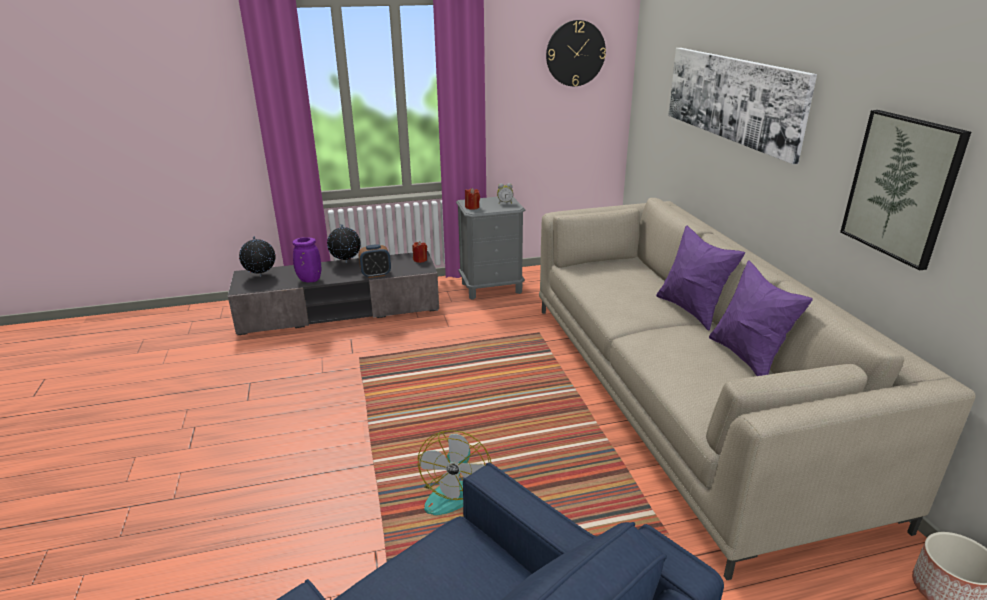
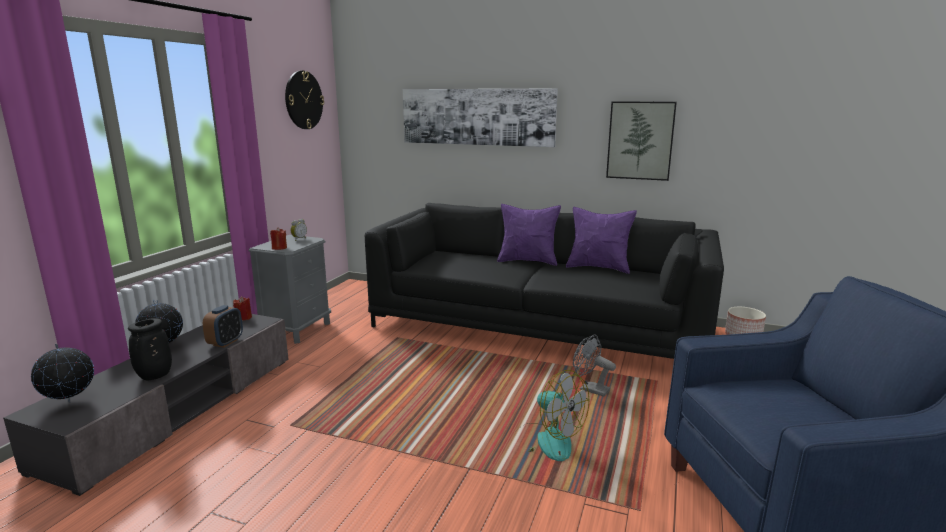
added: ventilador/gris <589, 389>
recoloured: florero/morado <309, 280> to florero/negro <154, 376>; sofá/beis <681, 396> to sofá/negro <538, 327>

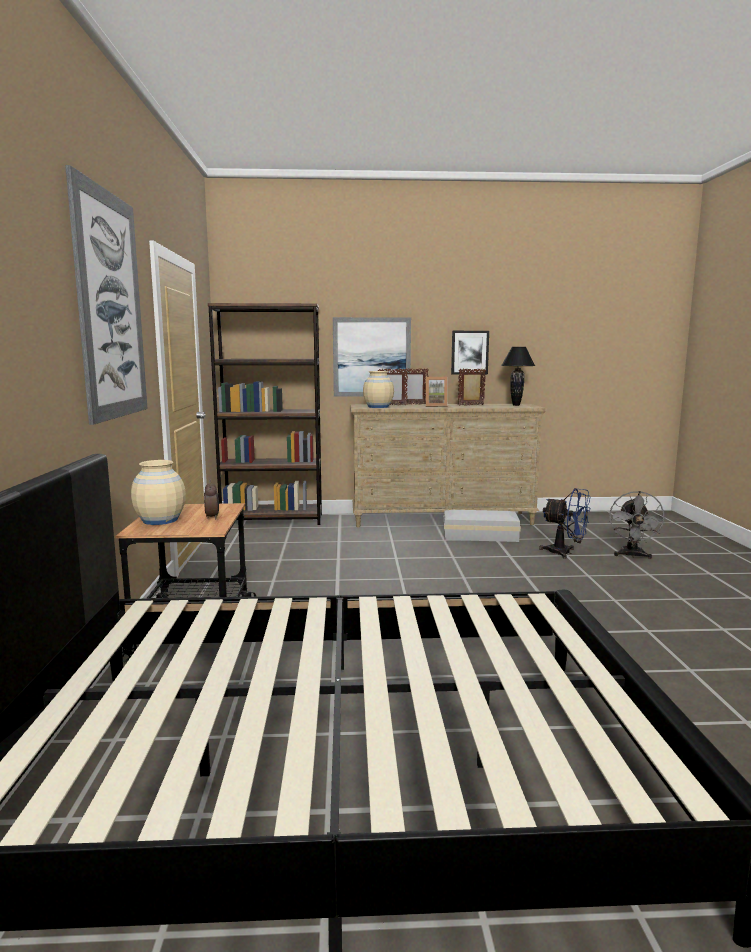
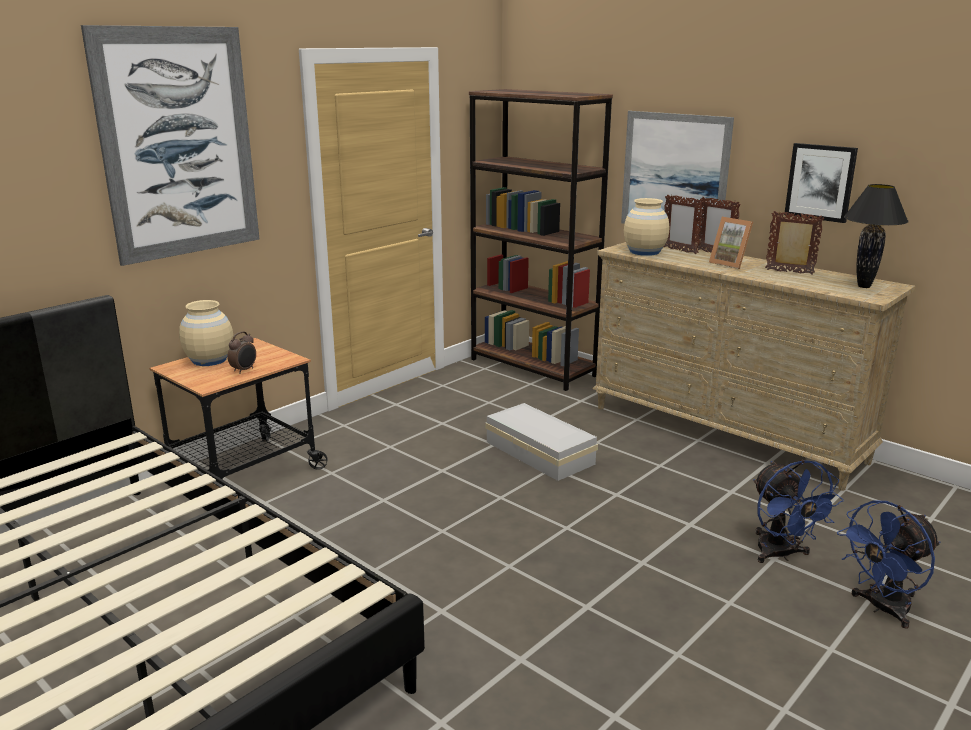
moved: caja de almacenaje/blanco <479, 535> to <539, 452>
recoloured: ventilador/gris <632, 556> to ventilador/azul <881, 608>

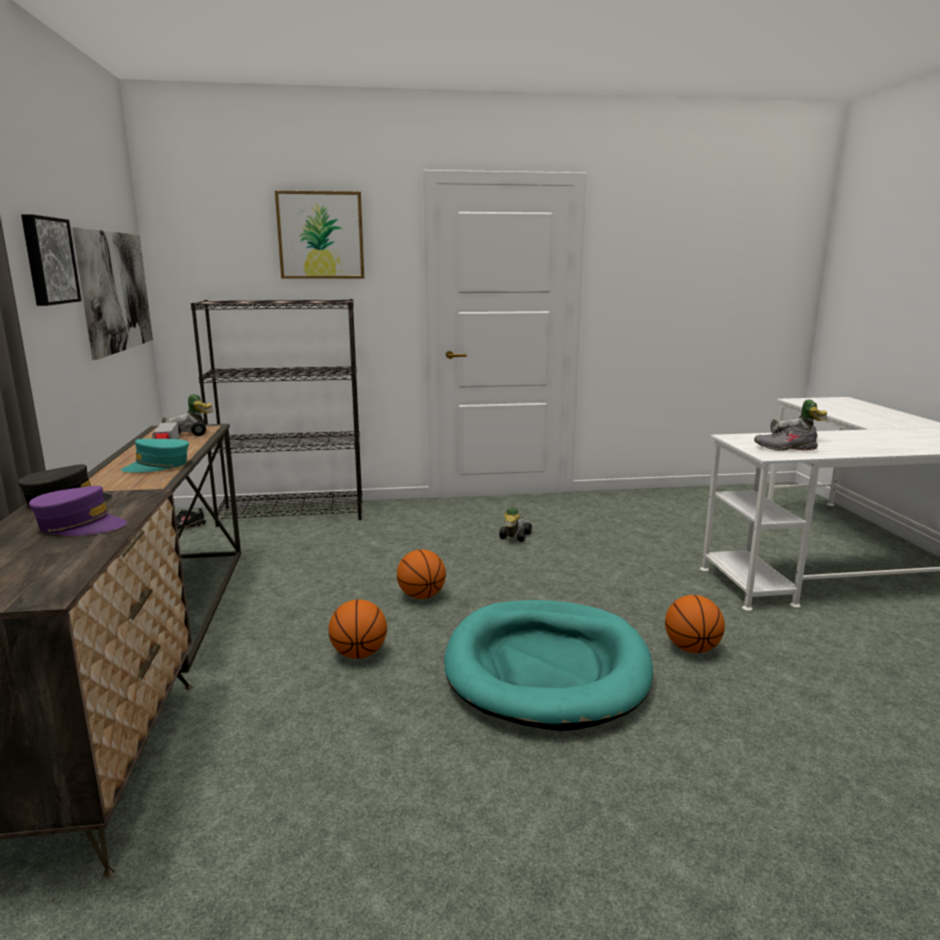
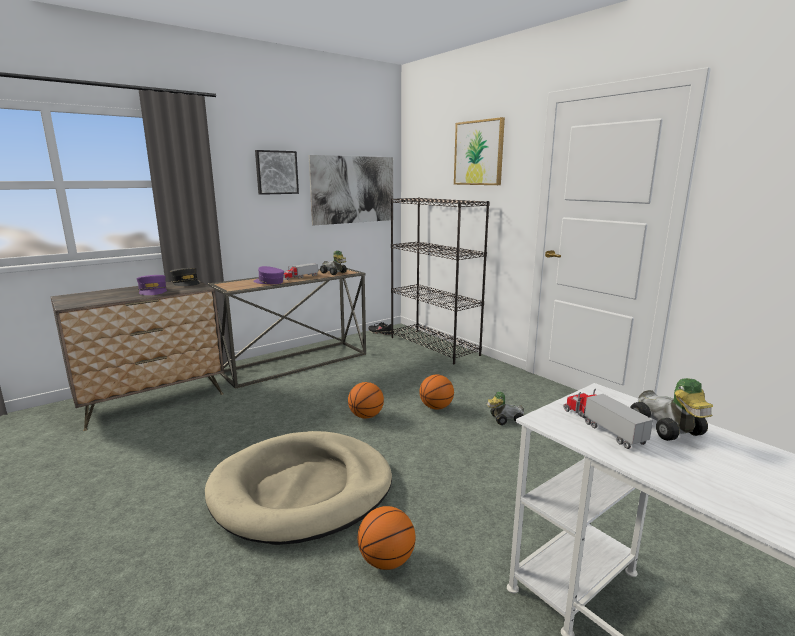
moved: balón de baloncesto <359, 654> to <436, 407>
replaced: zapato/gris <785, 448> to camión de juguete <601, 426>
recoloured: gorra/turquesa <158, 466> to gorra/morado <269, 282>; cama para perro/turquesa <546, 668> to cama para perro/beis <302, 490>

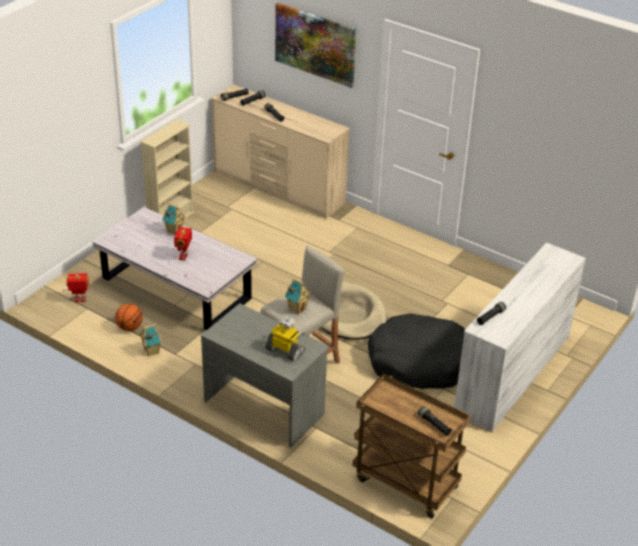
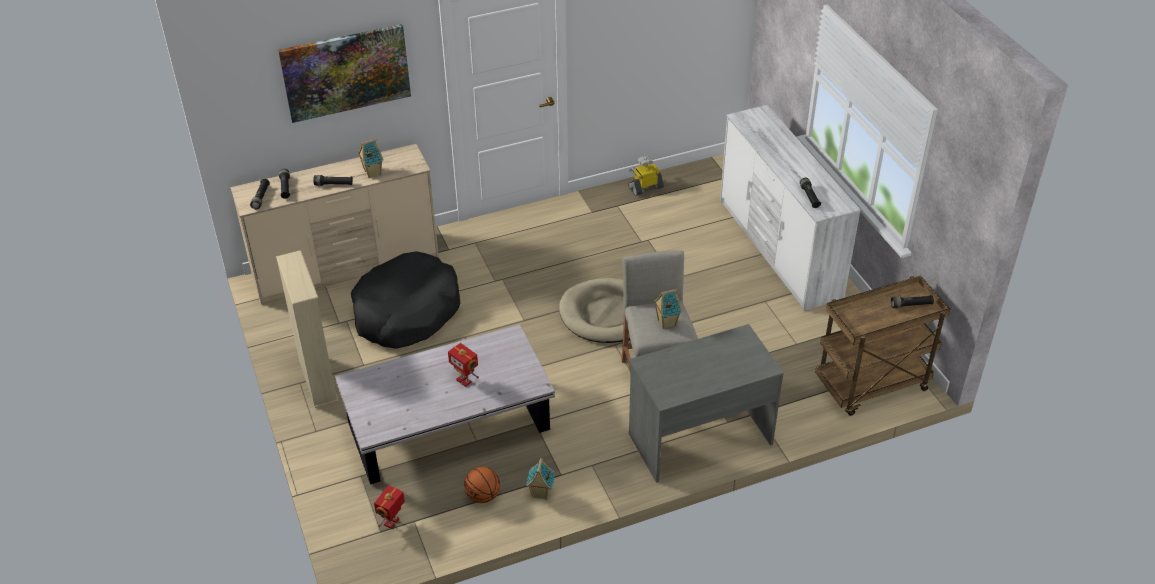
moved: casita <174, 231> to <372, 173>; robot de juguete <285, 350> to <645, 187>; cama para perro/negro <419, 362> to <406, 312>

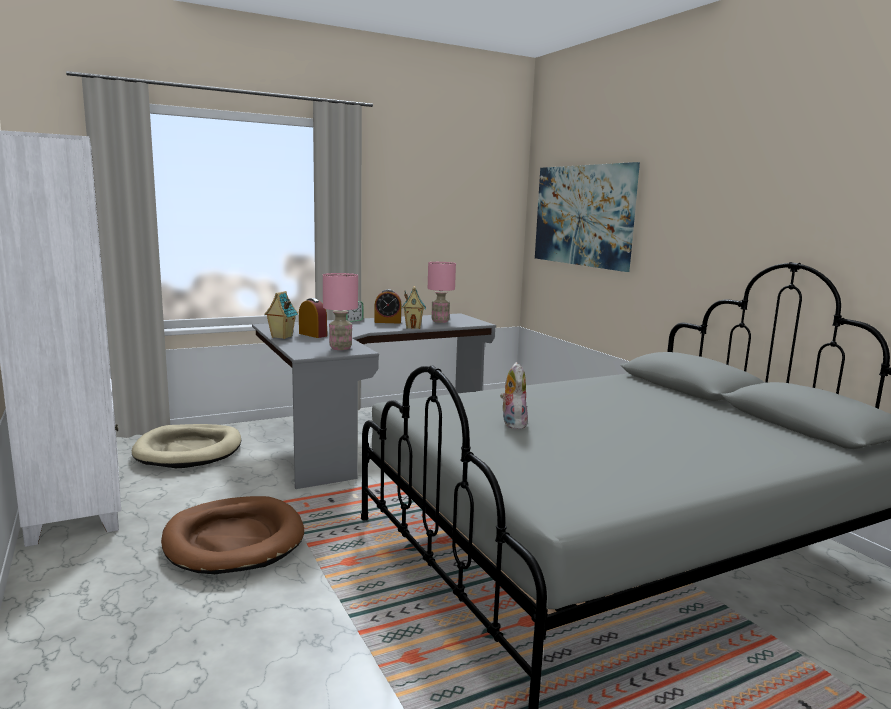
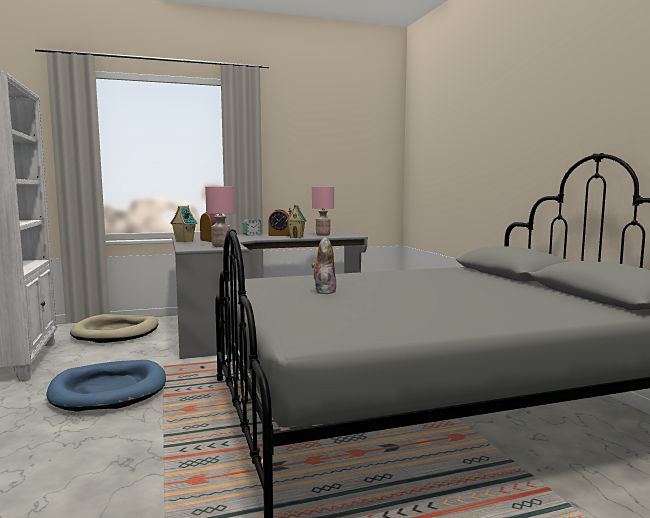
removed: cuadro <583, 215>
recoloured: cama para perro/marrón <234, 540> to cama para perro/azul <109, 390>

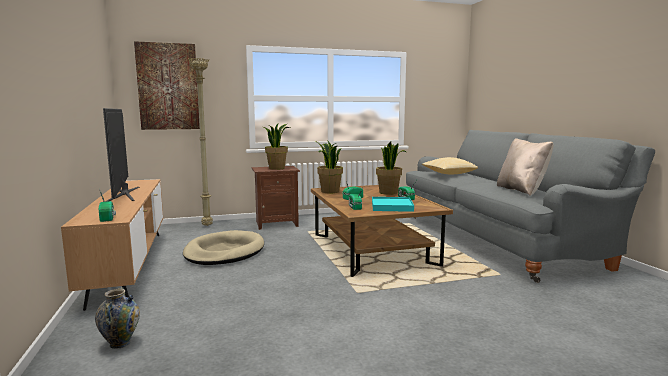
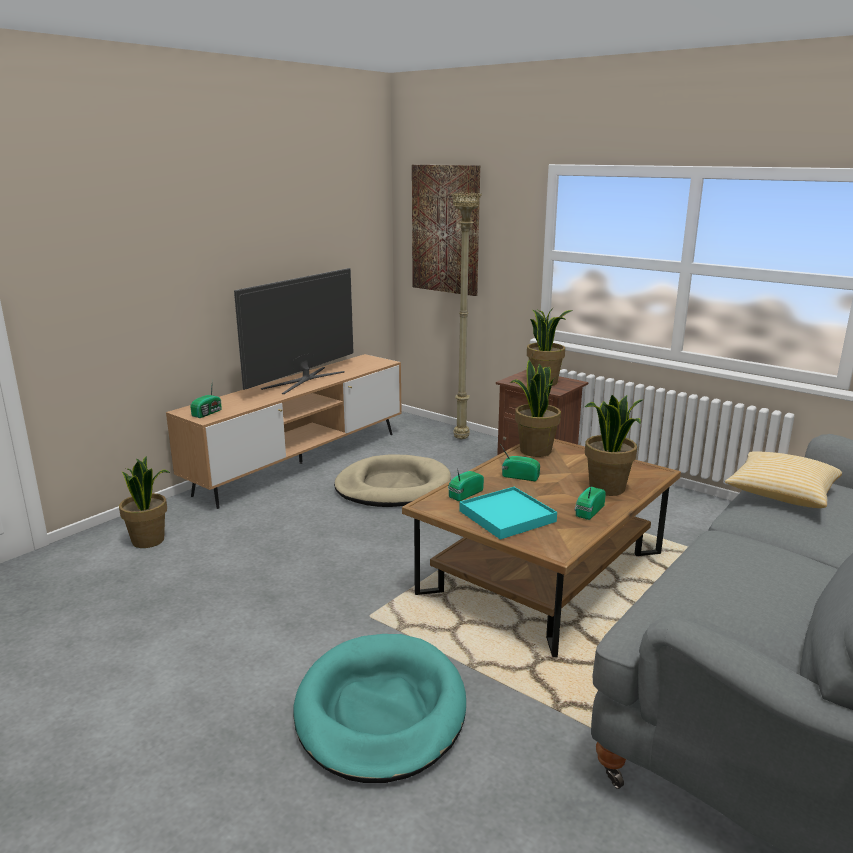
removed: cojín/beis <521, 190>
added: cama para perro/turquesa <380, 711>
replaced: florero <120, 343> to planta en maceta <149, 540>

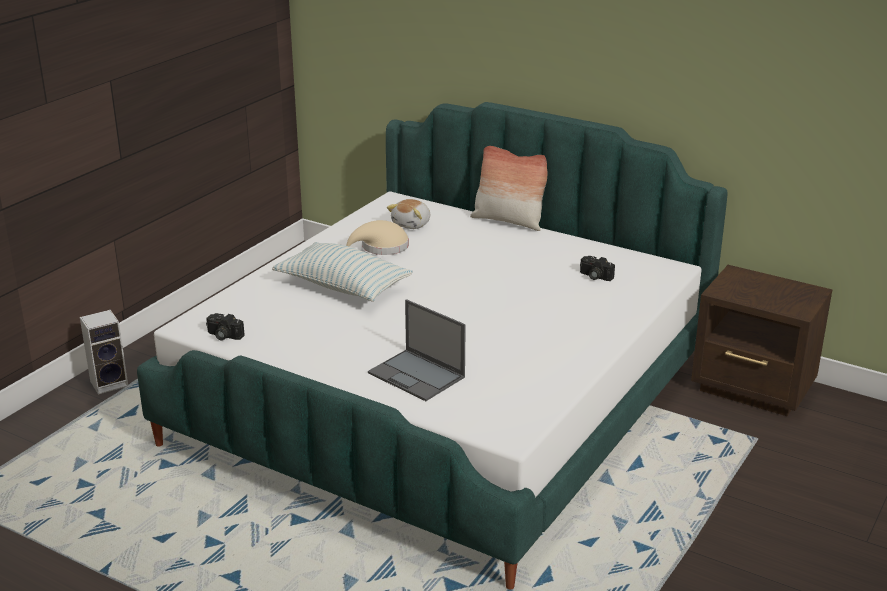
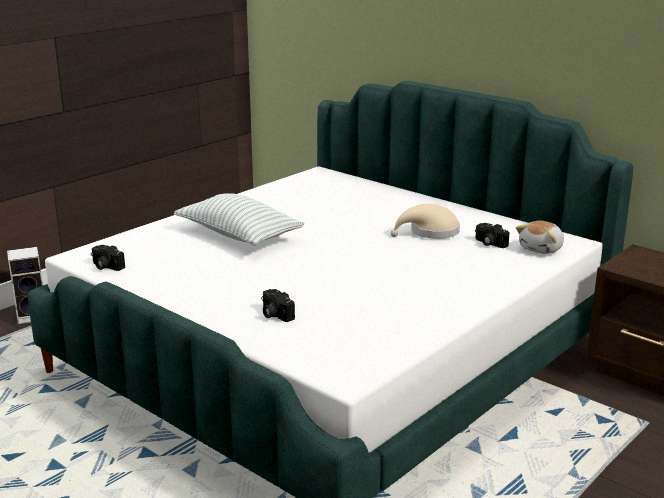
removed: cojín <508, 221>
moved: sombrero/beis <381, 247> to <430, 232>; peluche <412, 224> to <542, 249>
replaced: portátil <417, 375> to cámara <274, 314>

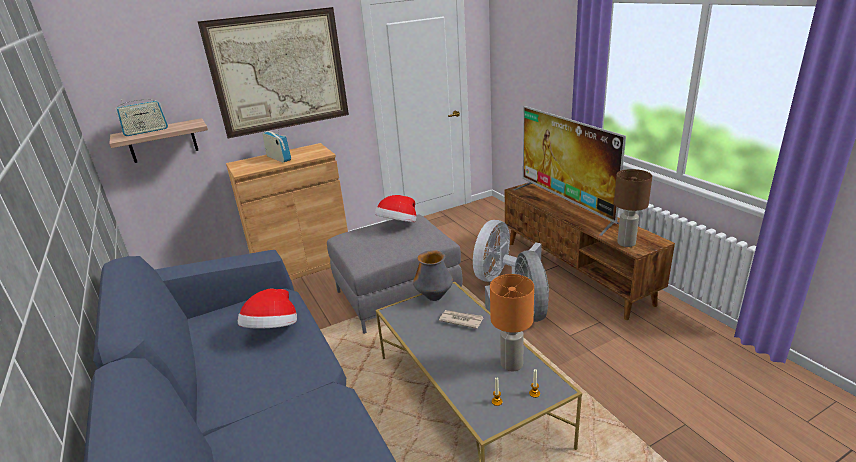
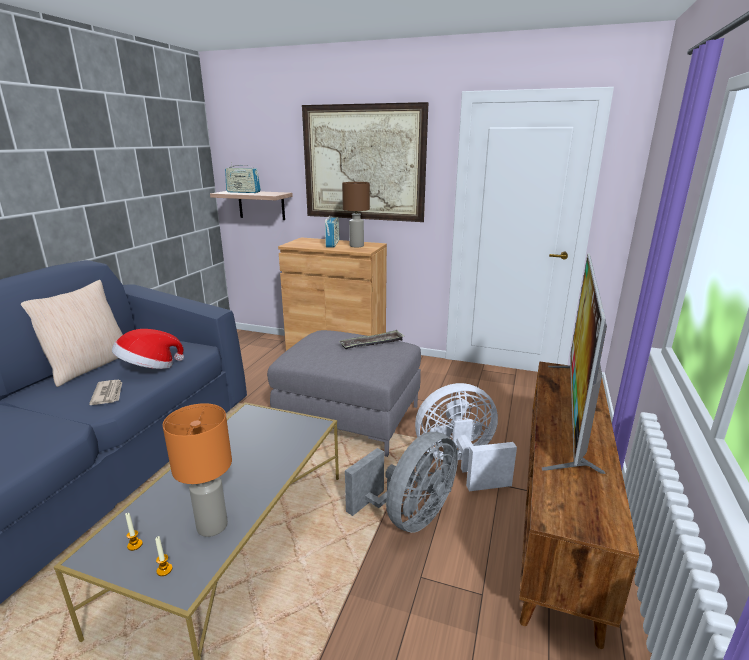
removed: florero <434, 297>
added: cojín/beis <89, 366>
moved: periódico <461, 320> to <108, 394>; lámpara de mesa/marrón <626, 243> to <356, 246>
replaced: sombrero <398, 225> to bandeja <372, 343>

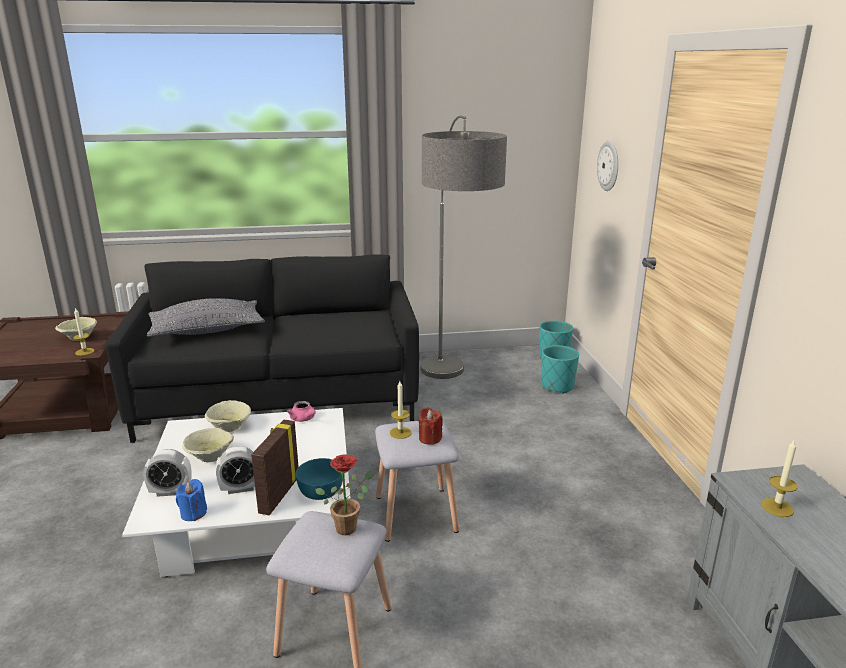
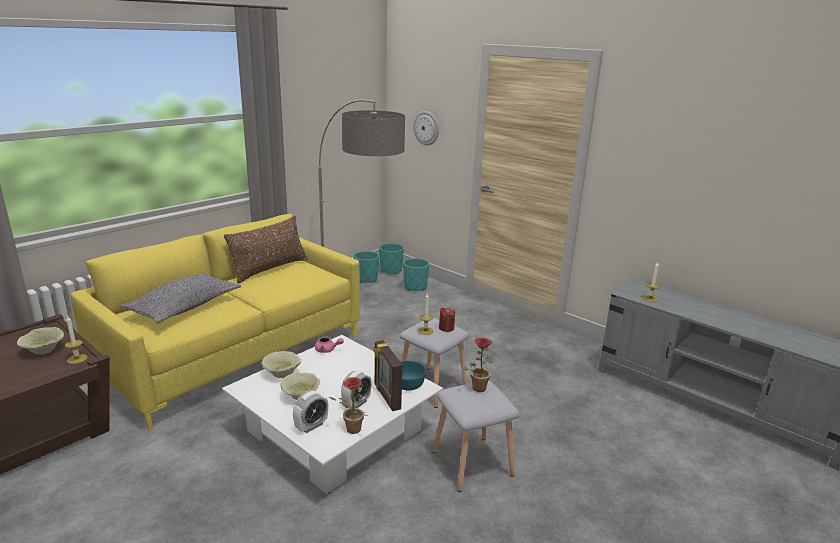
added: cojín/marrón <270, 269>; maceta/turquesa <366, 279>
replaced: vela/azul <193, 513> to planta en maceta <350, 430>
recoloured: sofá/negro <280, 399> to sofá/amarillo <234, 354>

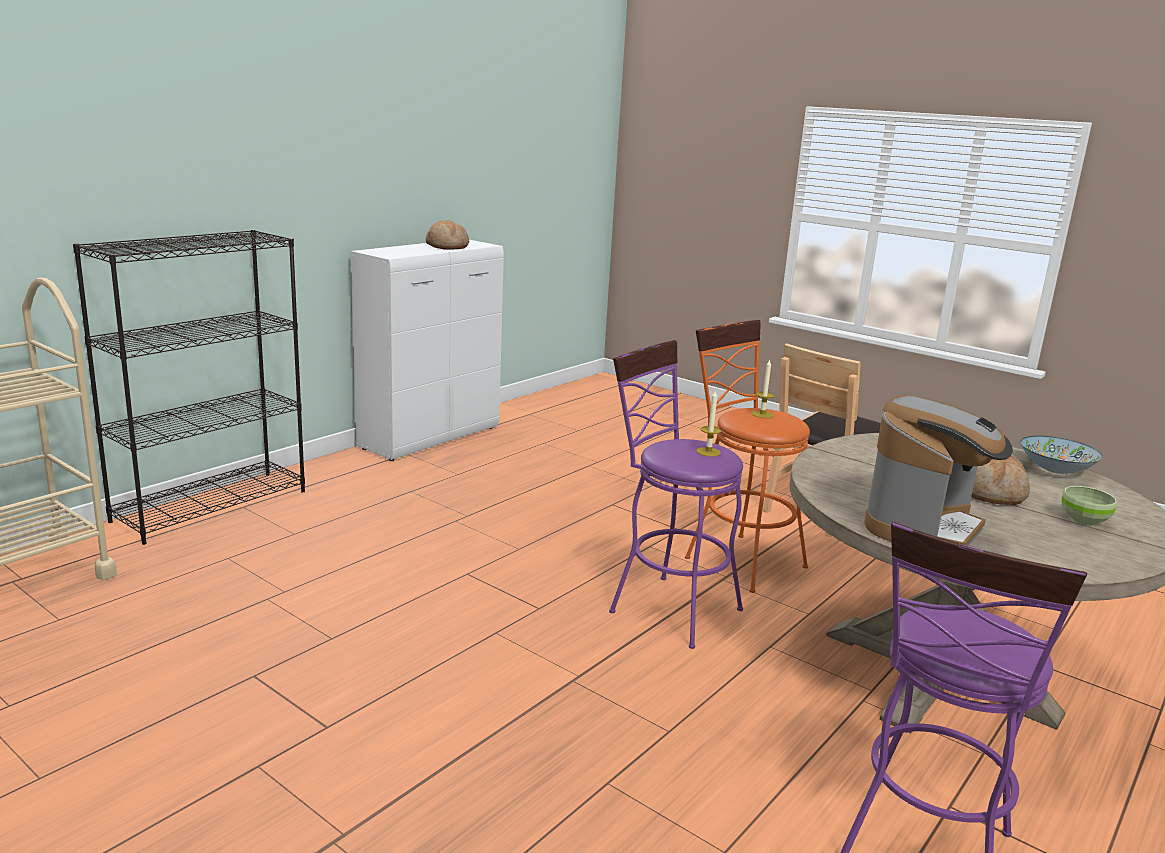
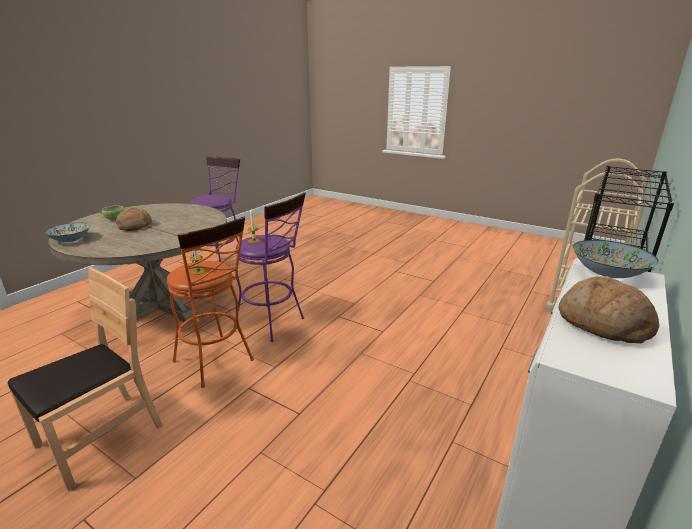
removed: cafetera <924, 527>
added: cuenco <607, 273>

